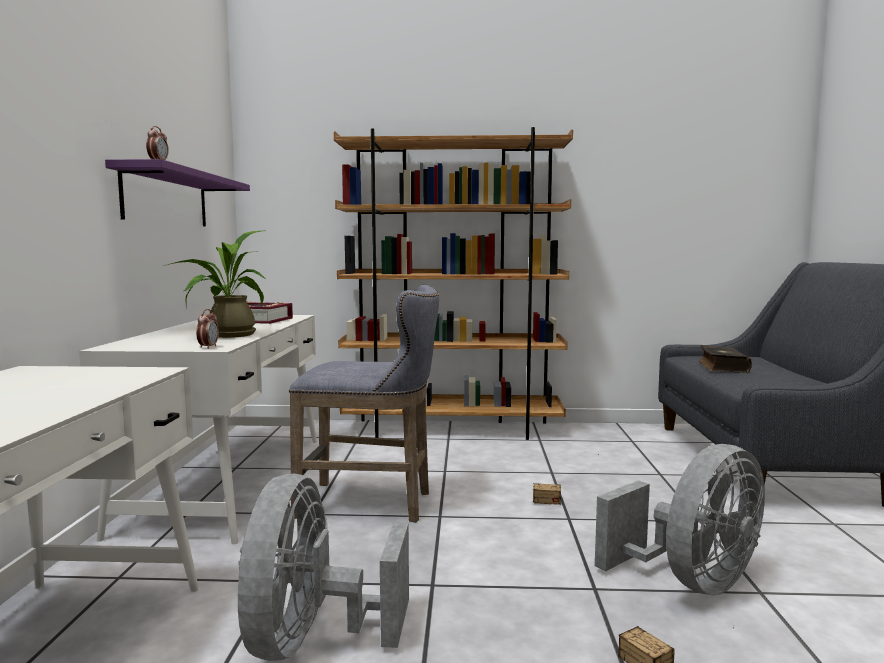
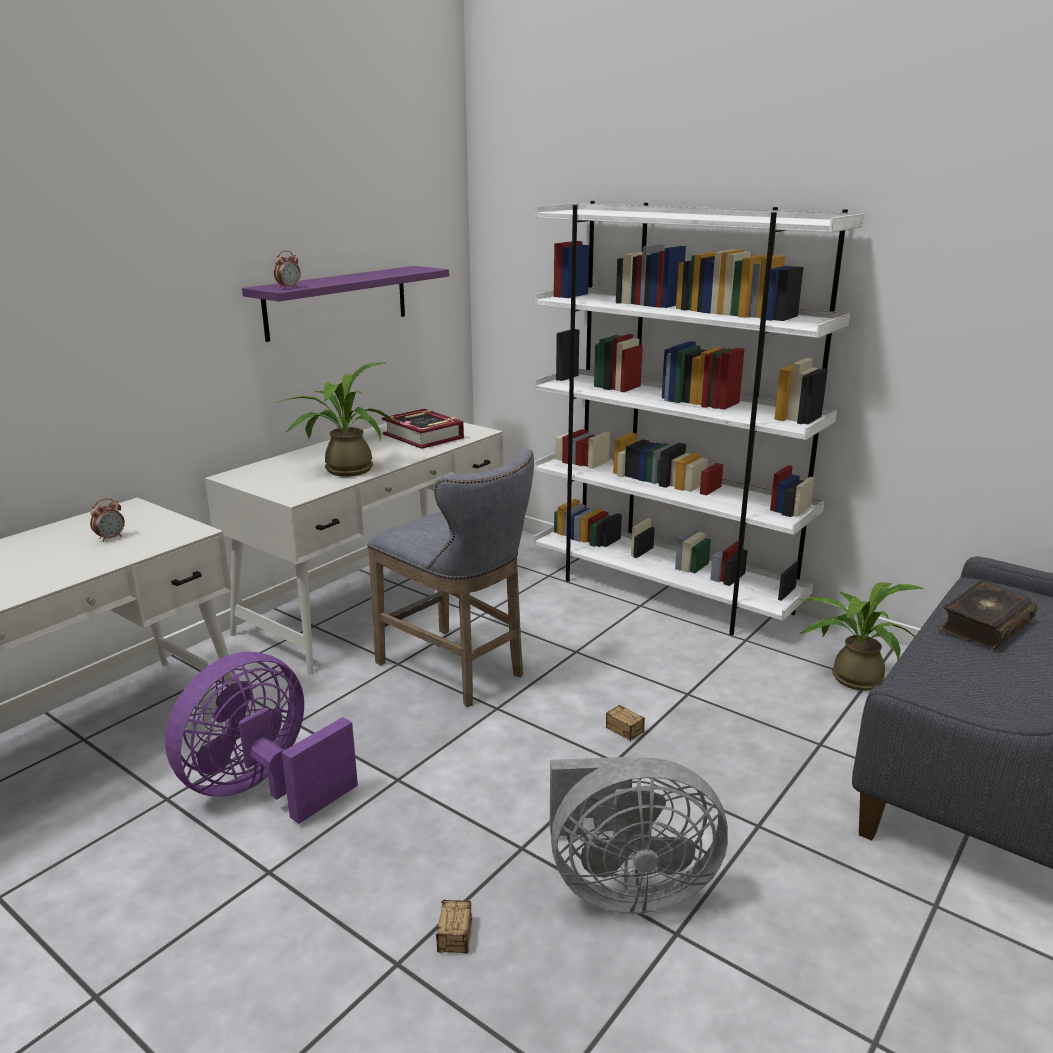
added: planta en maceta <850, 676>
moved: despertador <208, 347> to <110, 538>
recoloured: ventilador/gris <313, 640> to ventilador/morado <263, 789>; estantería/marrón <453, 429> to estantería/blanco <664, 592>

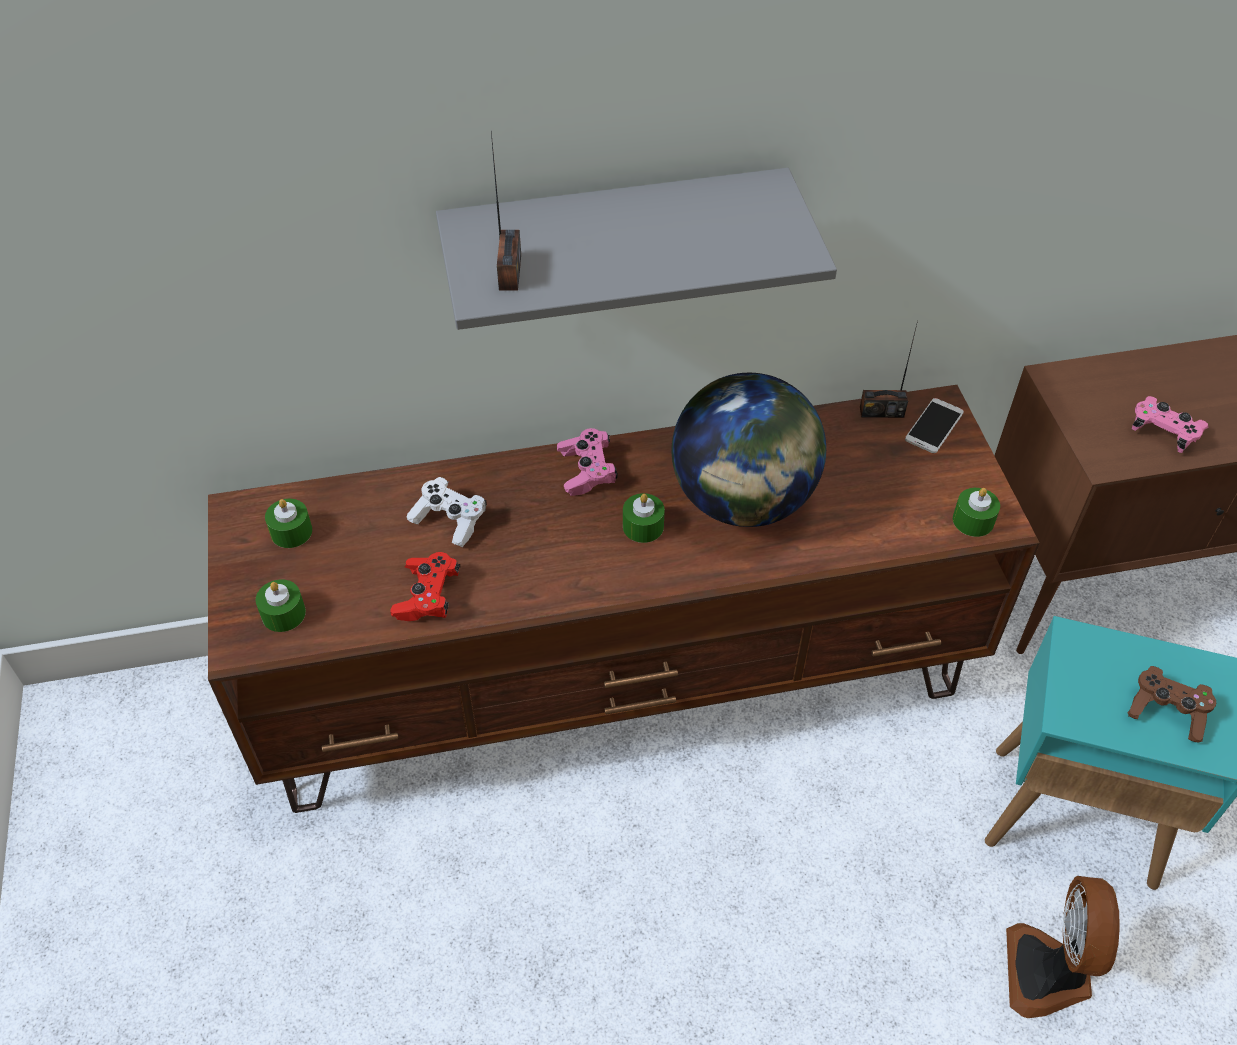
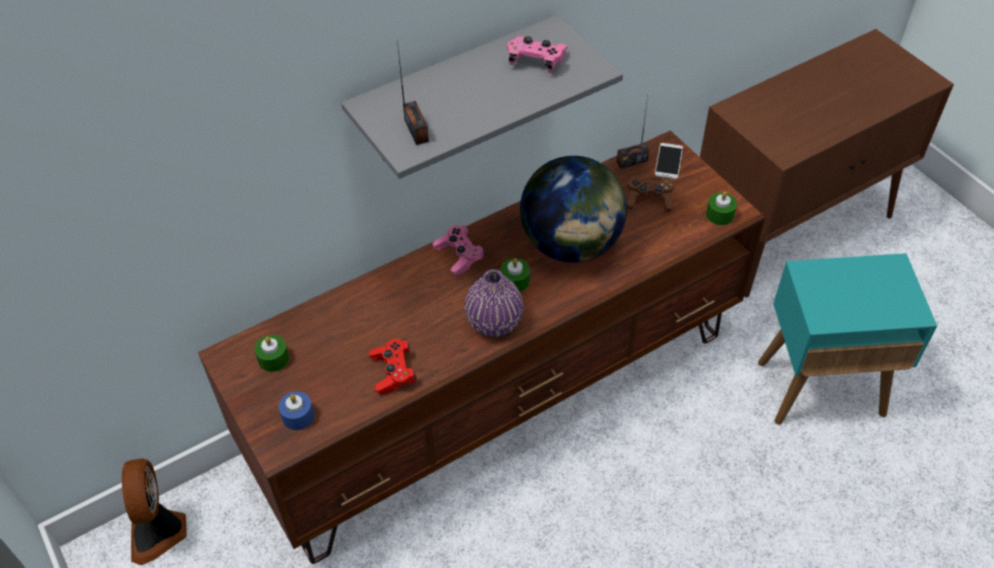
removed: mando de consola/blanco <449, 520>
added: florero/morado <494, 322>
moved: ventilador <1048, 973> to <159, 532>; mando de consola/marrón <1166, 711> to <649, 200>; mando de consola/rosa <1164, 432> to <536, 61>
recoloured: vela/verde <283, 614> to vela/azul <298, 416>

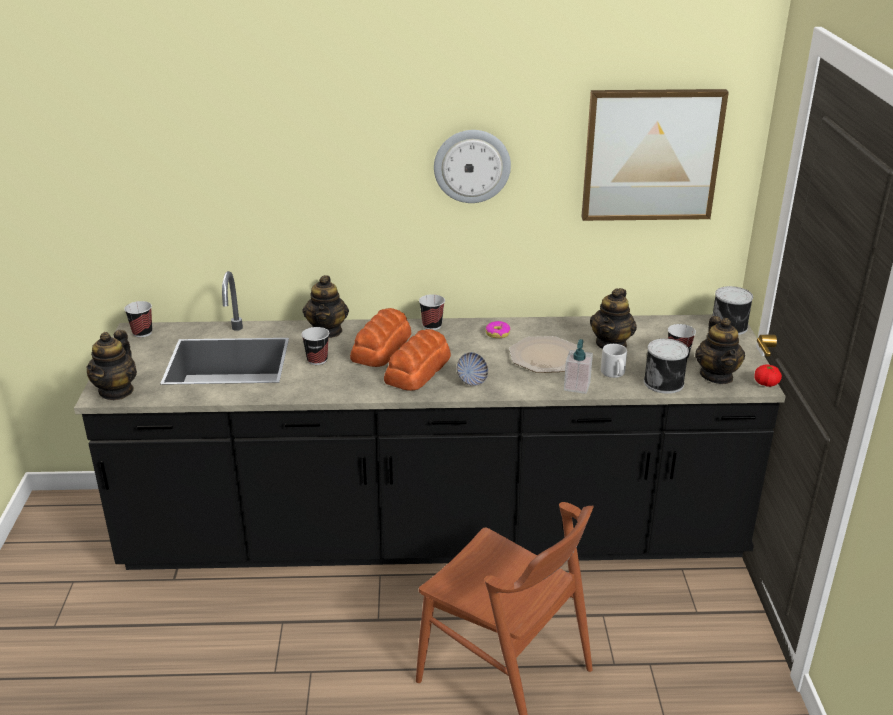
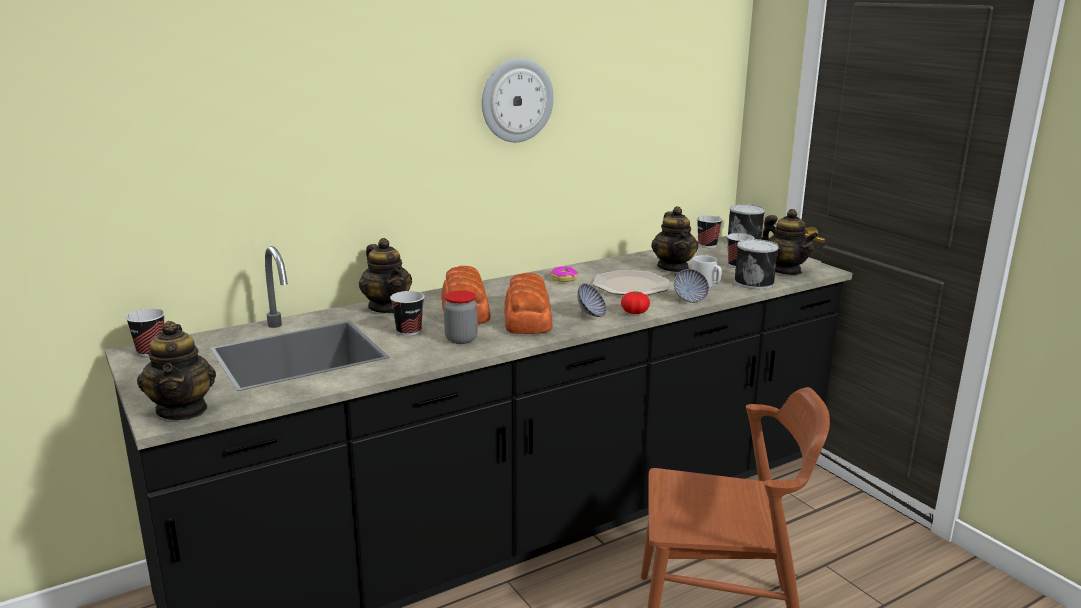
removed: cuadro <651, 155>
added: tarro <461, 339>
moved: taza <432, 326> to <707, 245>; tomate <766, 383> to <634, 312>
replaced: dispensador de jabón <577, 386> to cuenco <690, 299>

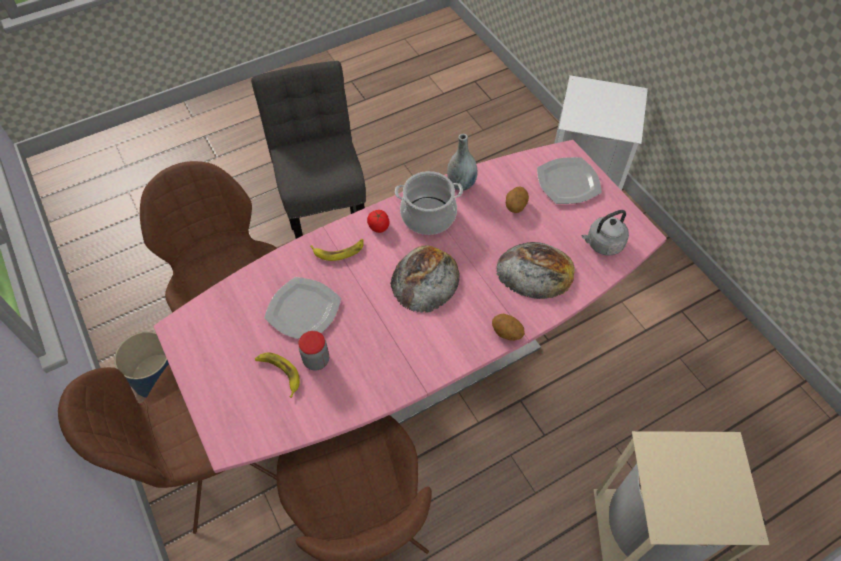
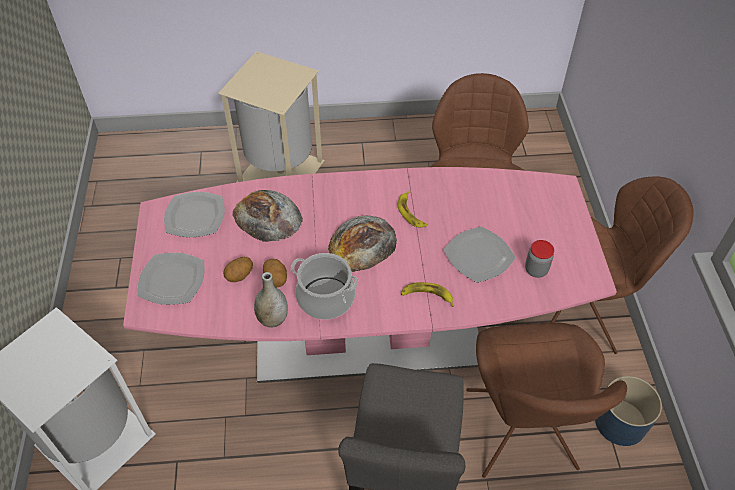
removed: tomate <379, 227>
moved: plátano <279, 373> to <411, 213>; tarro <316, 360> to <536, 270>; patata <506, 333> to <276, 279>
replaced: hervidor/gris <602, 244> to plato <195, 216>

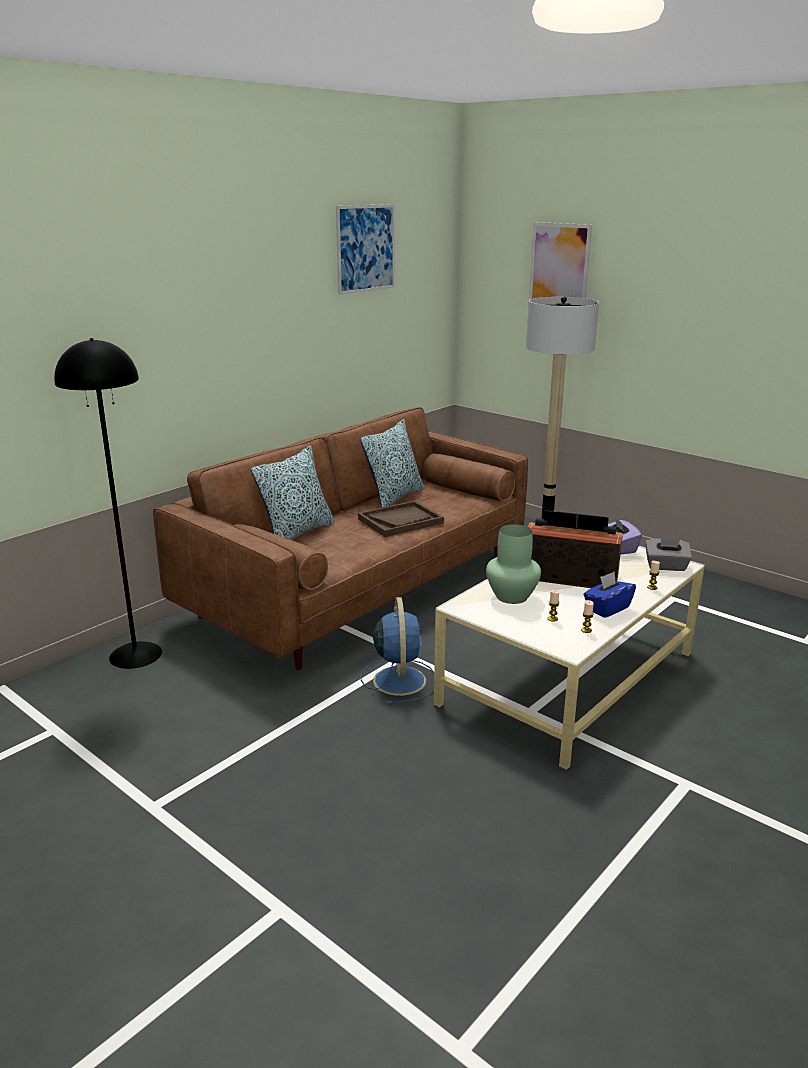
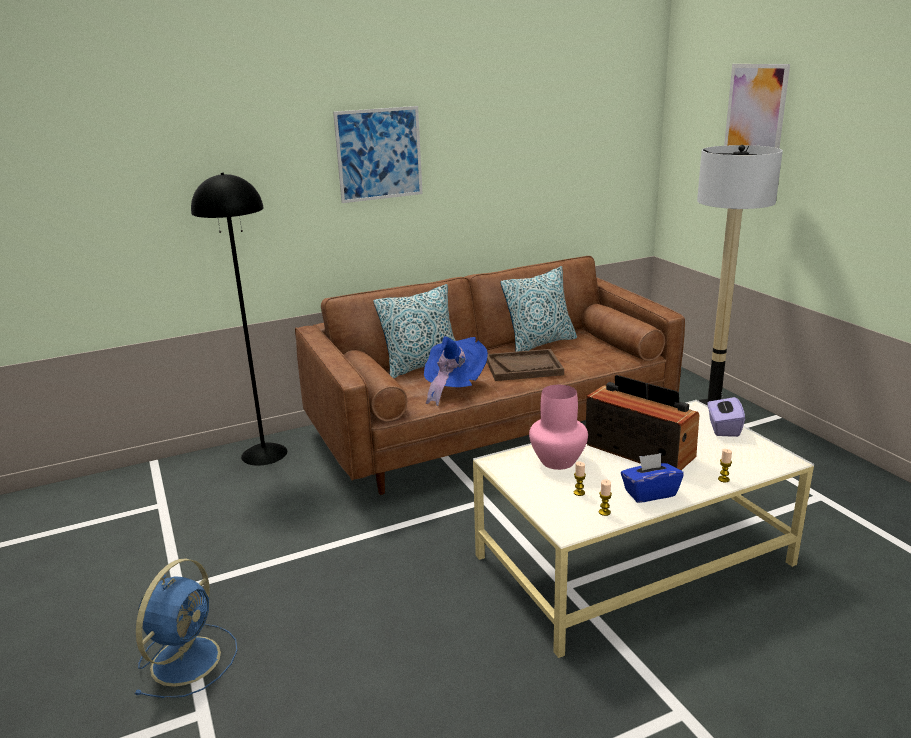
removed: caja de pañuelos/gris <666, 566>
added: sombrero/azul <453, 387>
moved: cuadro <366, 248> to <379, 154>; ventilador/azul <399, 679> to <188, 658>
recoloured: florero/verde <510, 596> to florero/rosa <556, 461>

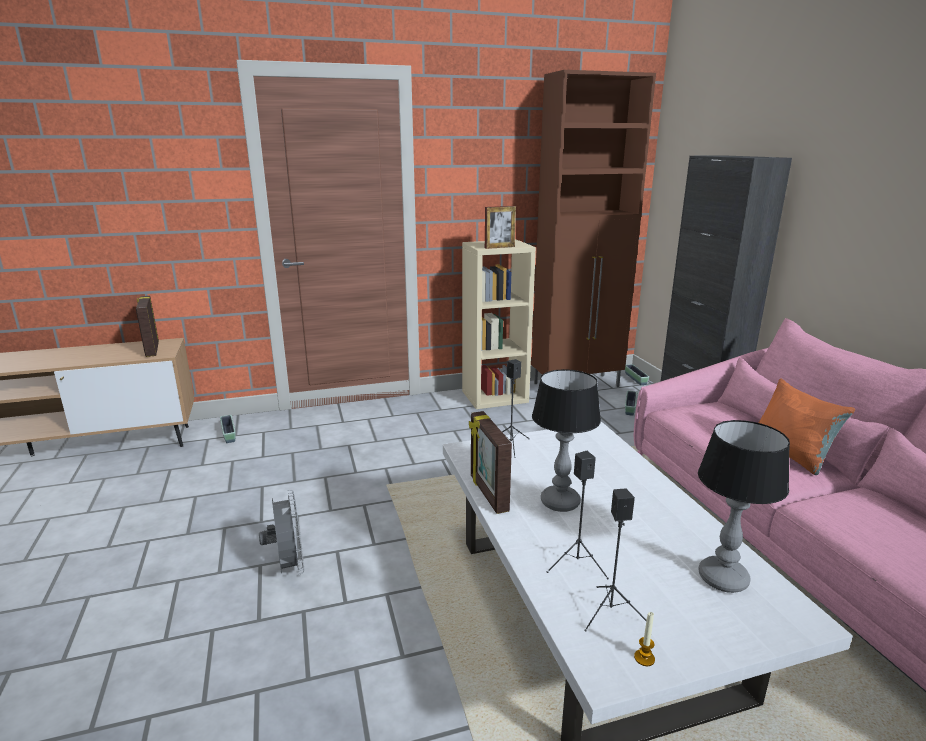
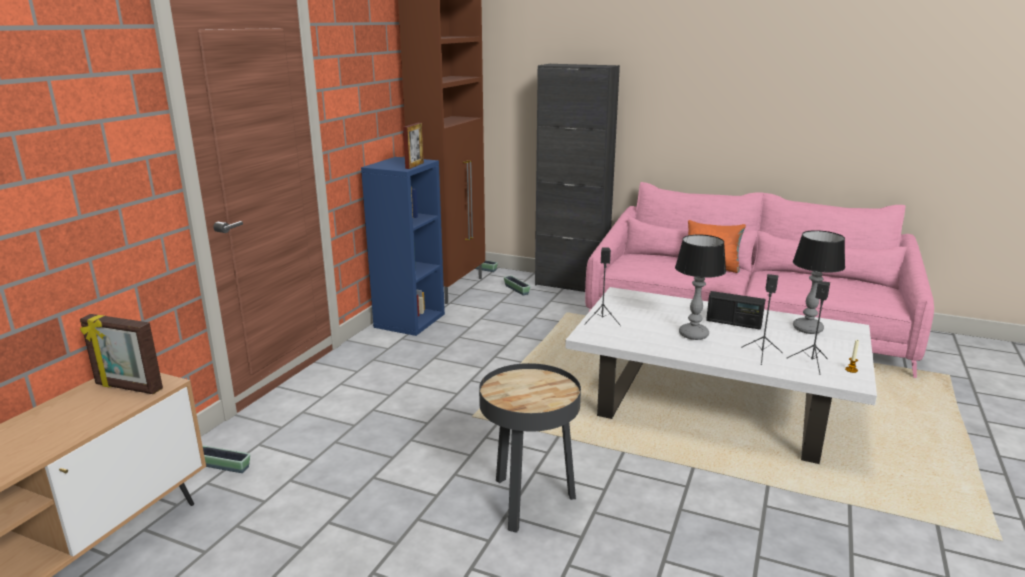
removed: portarretratos <487, 494>
added: radio <733, 323>
replaced: ventilador/gris <289, 567> to mesa auxiliar/negro <528, 501>
recoloured: estantería/beis <495, 396> to estantería/azul <409, 320>

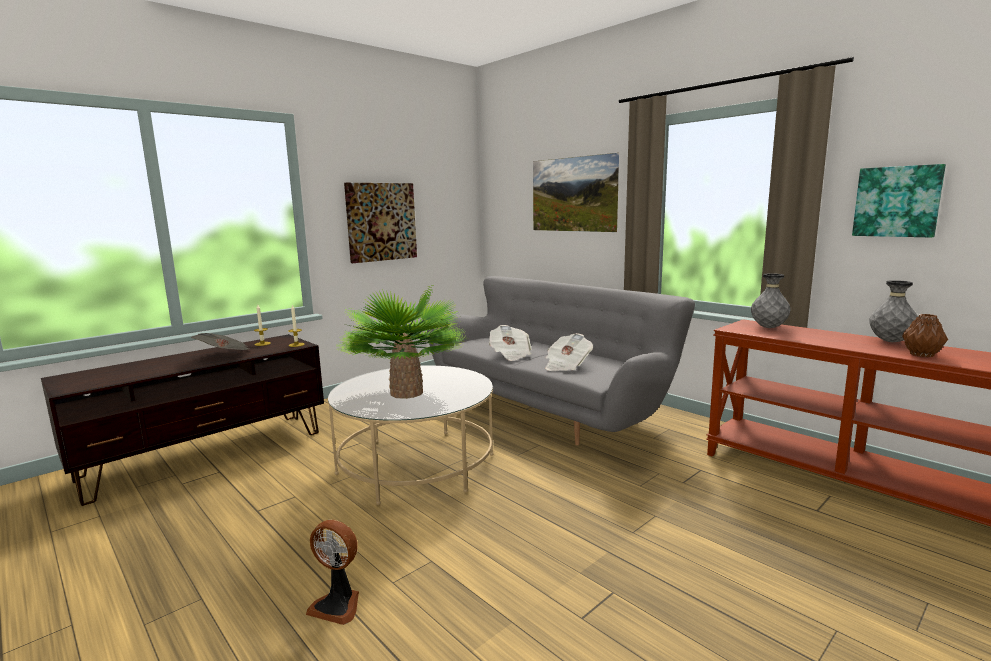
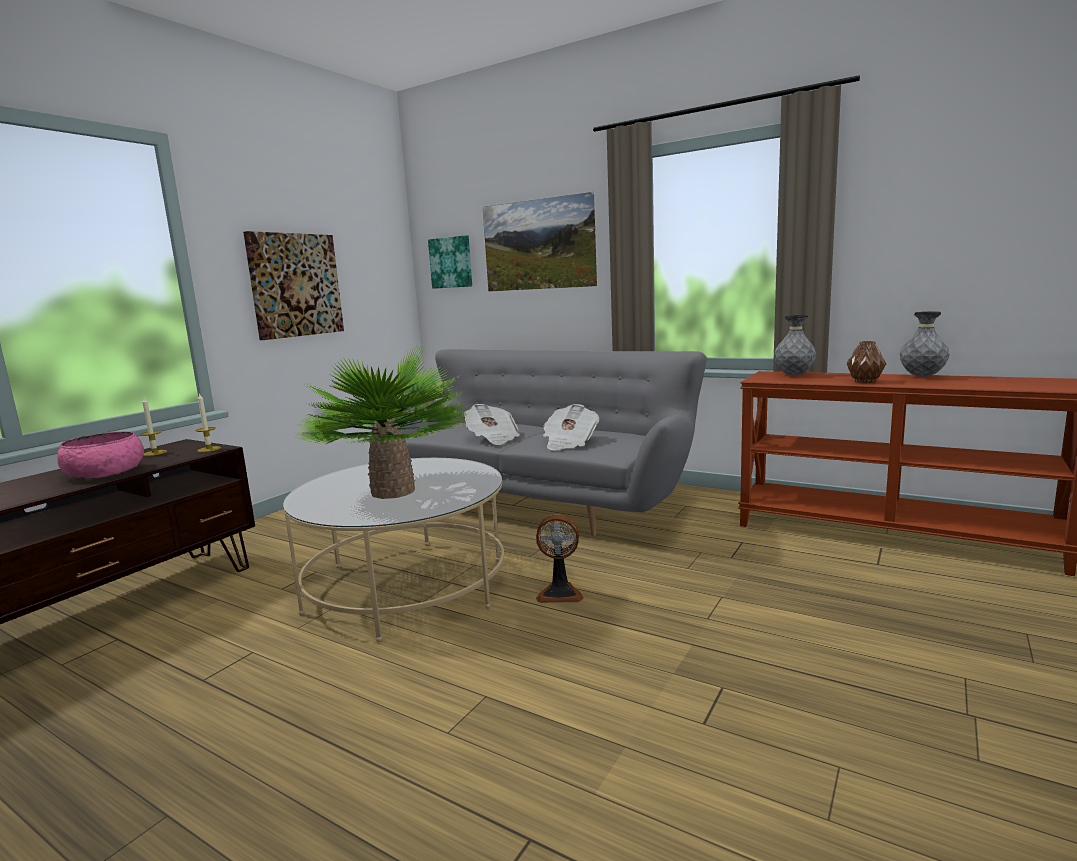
moved: ventilador <338, 605> to <560, 593>; cuadro <897, 201> to <451, 262>; florero/marrón <921, 355> to <865, 382>
replaced: periódico <225, 356> to cuenco/rosa <105, 472>

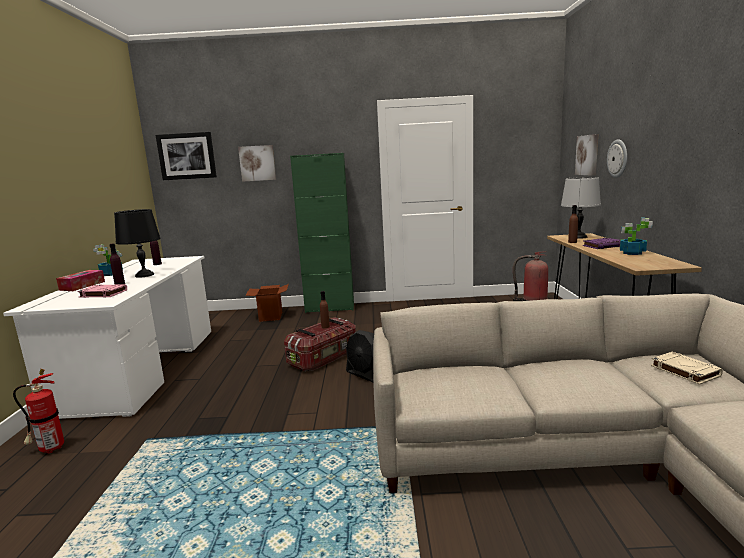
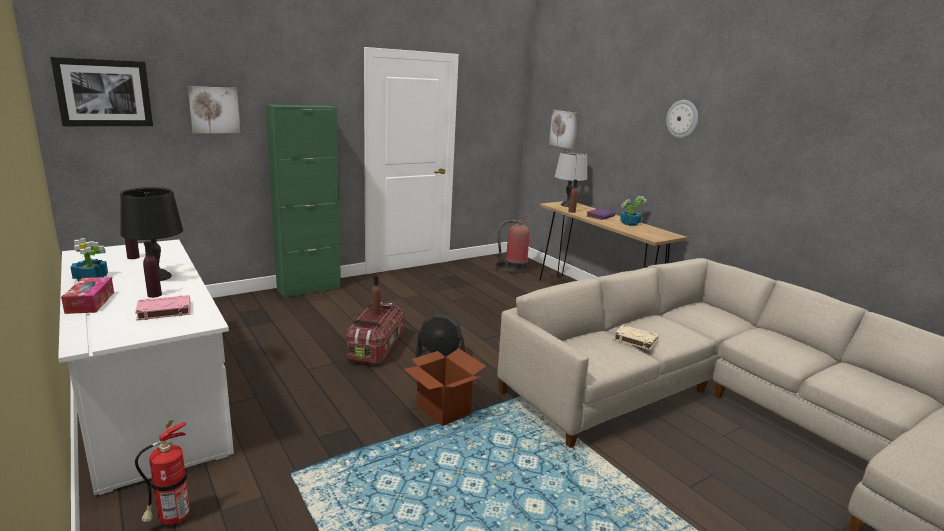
moved: caja de cartón <270, 316> to <443, 410>; reloj de pared <618, 158> to <682, 119>; libro/beis <684, 371> to <635, 340>

